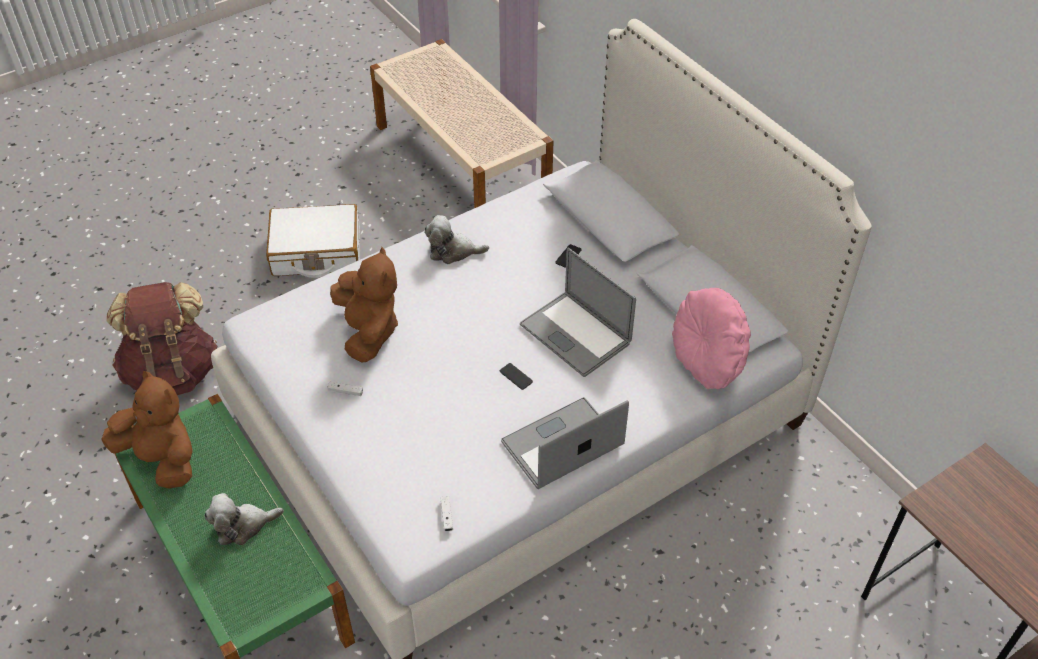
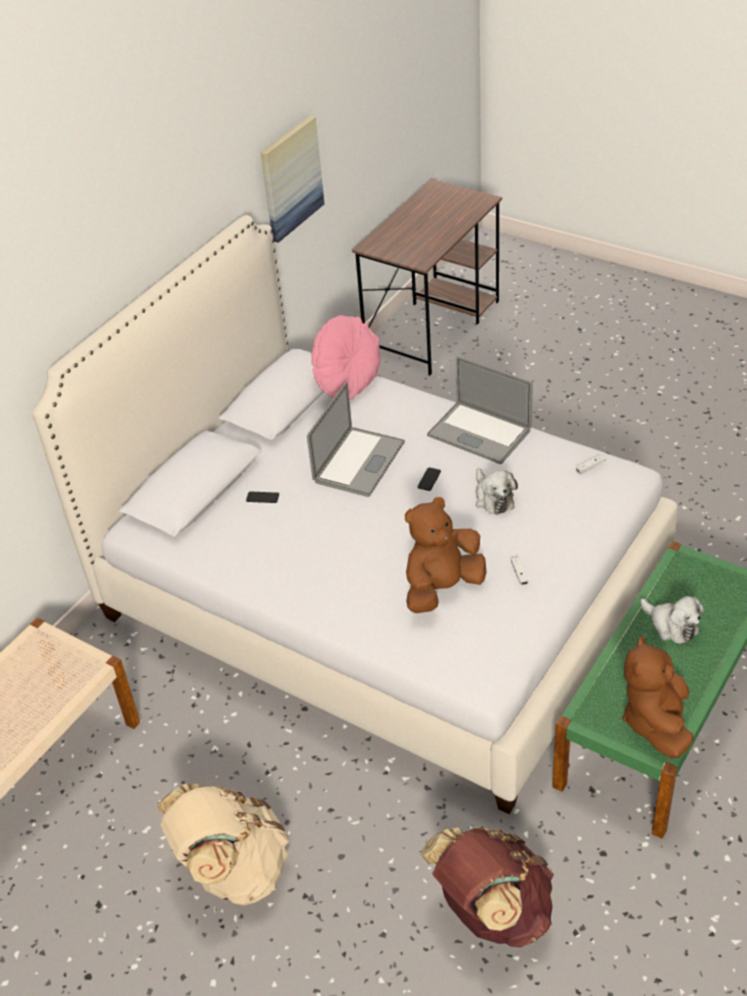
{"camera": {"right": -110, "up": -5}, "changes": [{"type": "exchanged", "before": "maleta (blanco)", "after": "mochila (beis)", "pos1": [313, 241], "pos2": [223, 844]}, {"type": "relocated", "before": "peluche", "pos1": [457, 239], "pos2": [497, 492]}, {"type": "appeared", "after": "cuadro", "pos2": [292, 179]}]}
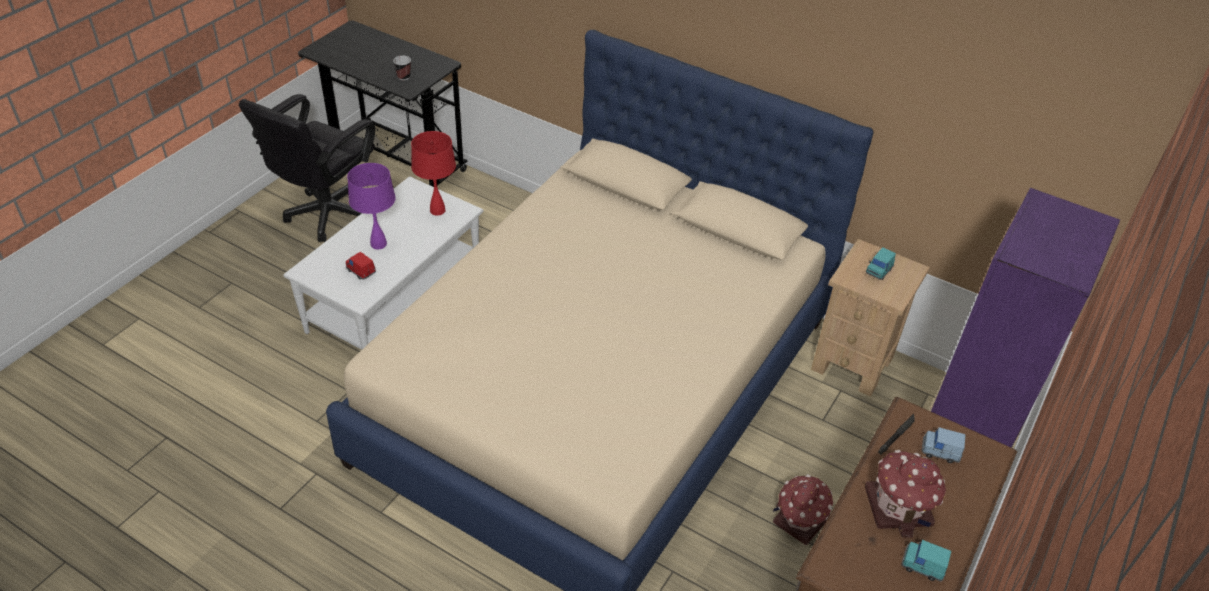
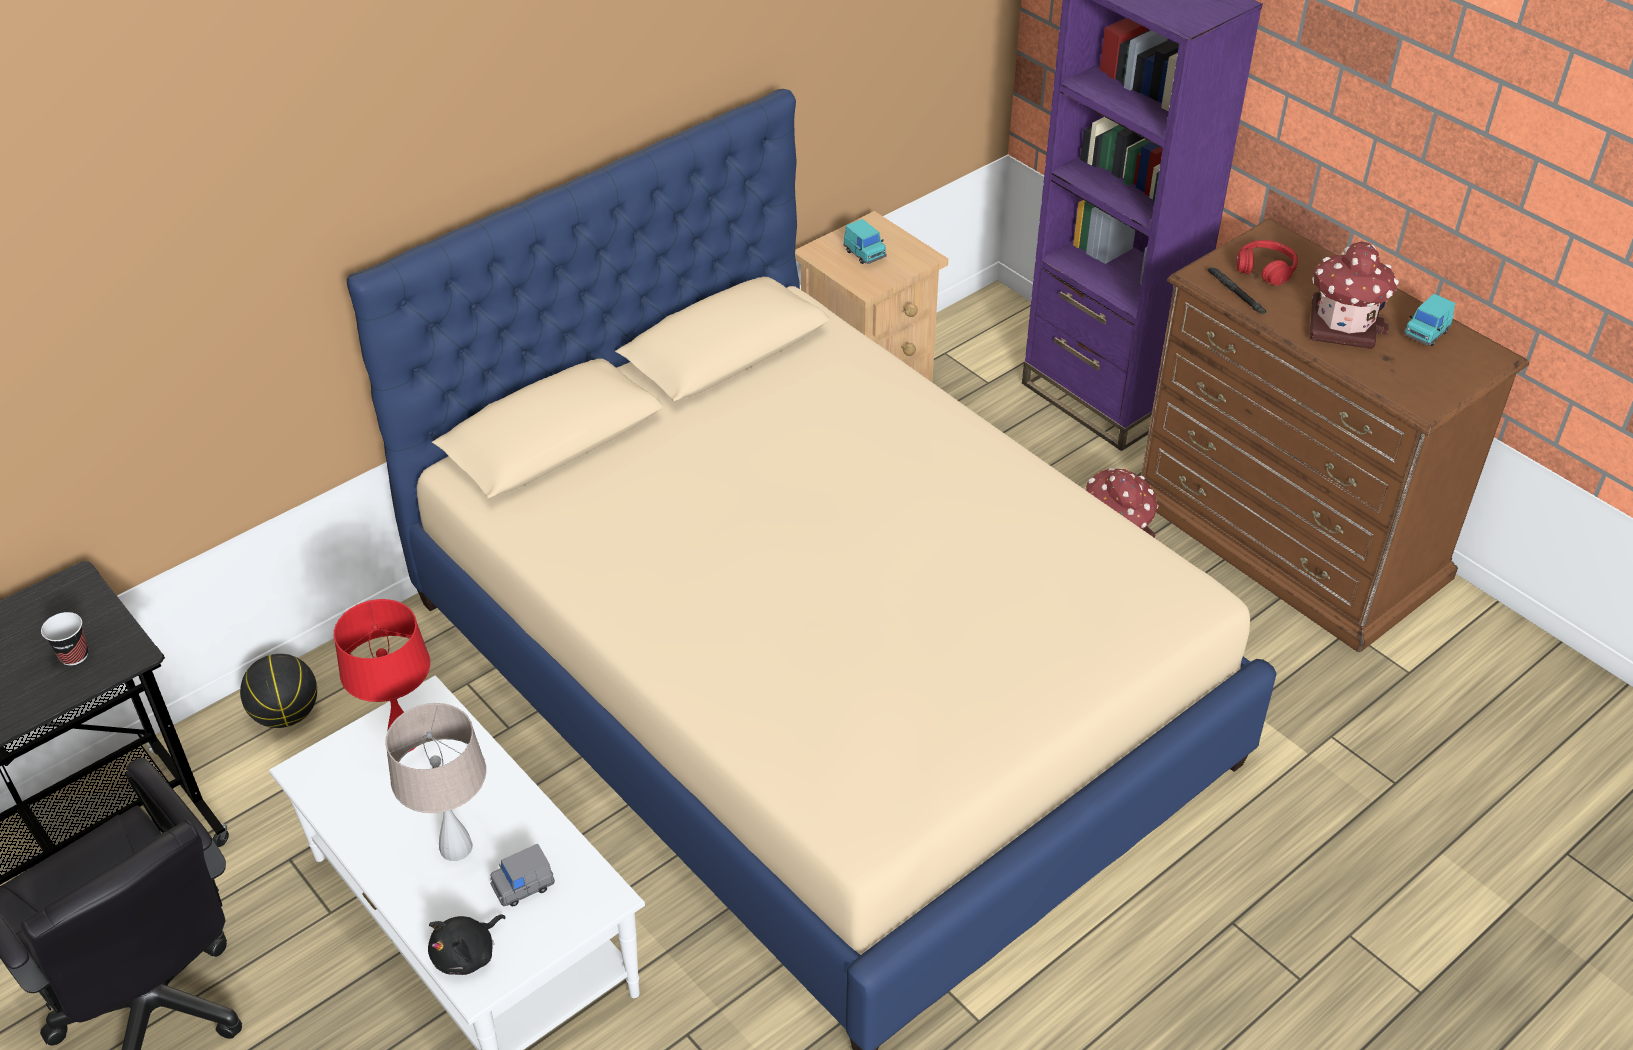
{"camera": {"right": -70, "up": 0}, "changes": [{"type": "colour", "before": "coche de juguete (rojo)", "after": "coche de juguete (gris)", "pos1": [361, 266], "pos2": [522, 875]}, {"type": "colour", "before": "lámpara de mesa (morado)", "after": "lámpara de mesa (beis)", "pos1": [371, 206], "pos2": [435, 782]}, {"type": "exchanged", "before": "coche de juguete (azul)", "after": "auriculares (rojo)", "pos1": [944, 445], "pos2": [1267, 263]}, {"type": "appeared", "after": "balón de baloncesto", "pos2": [278, 691]}, {"type": "appeared", "after": "peluche (negro)", "pos2": [467, 945]}]}
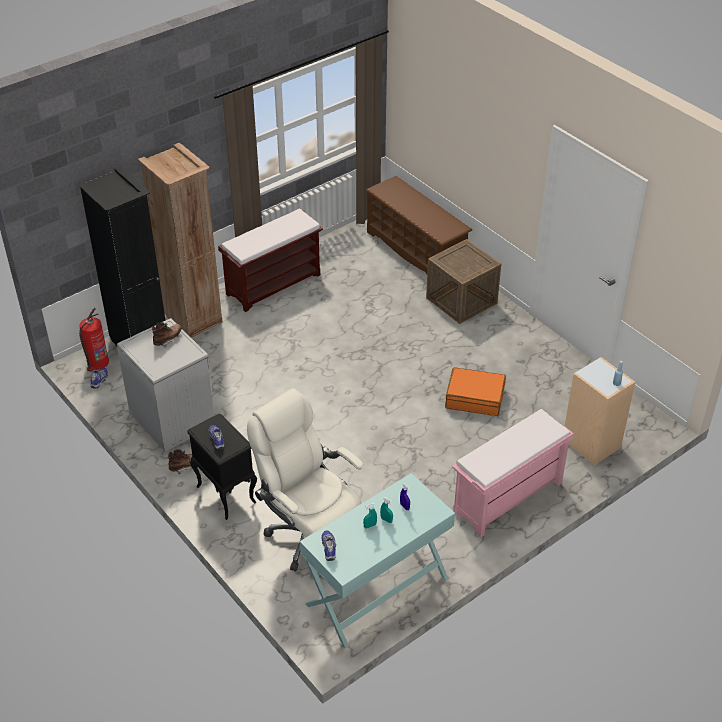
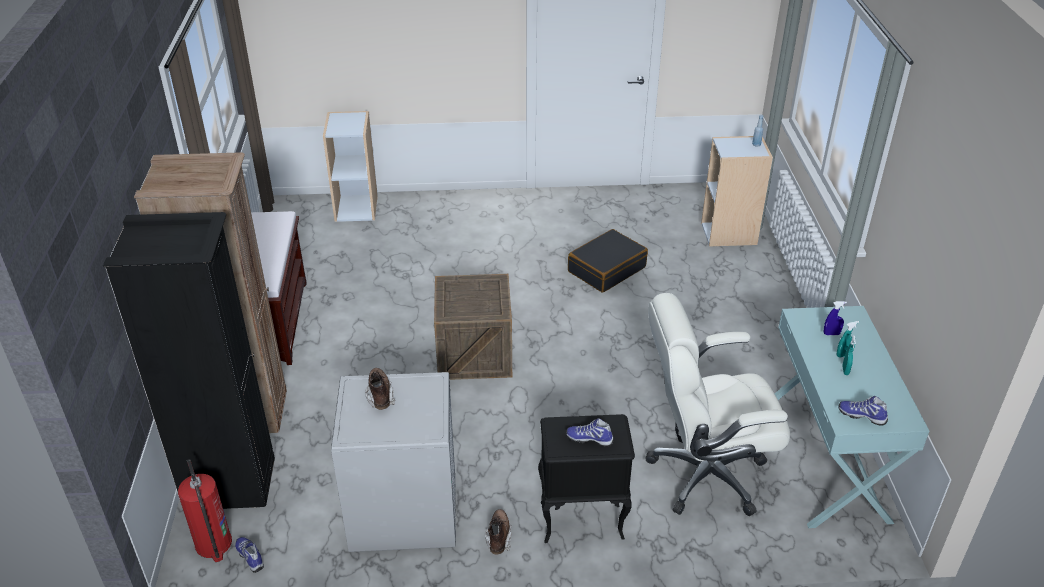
{"camera": {"right": -55, "up": -5}, "changes": [{"type": "exchanged", "before": "zapatero (marrón)", "after": "estantería", "pos1": [419, 225], "pos2": [350, 166]}, {"type": "relocated", "before": "caja de embalaje", "pos1": [463, 281], "pos2": [473, 327]}, {"type": "colour", "before": "maleta (naranja)", "after": "maleta (negro)", "pos1": [475, 391], "pos2": [608, 261]}, {"type": "missing", "before": "banco (rosa)", "pos1": [513, 473]}]}
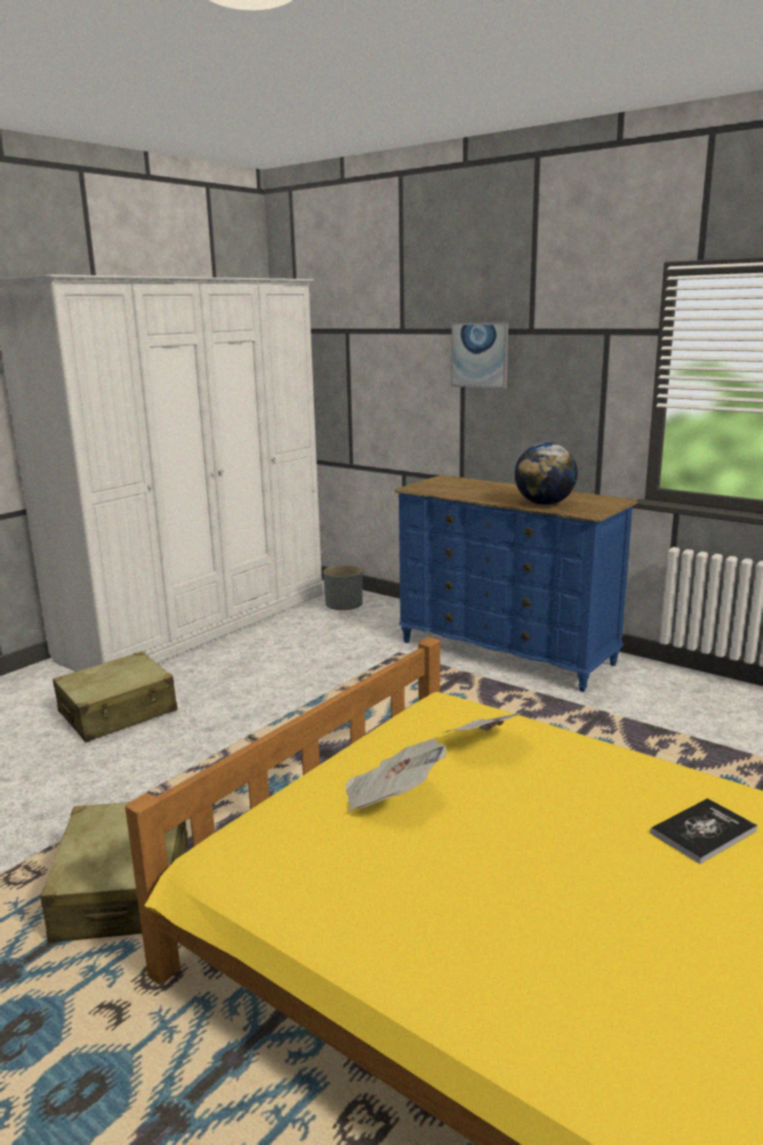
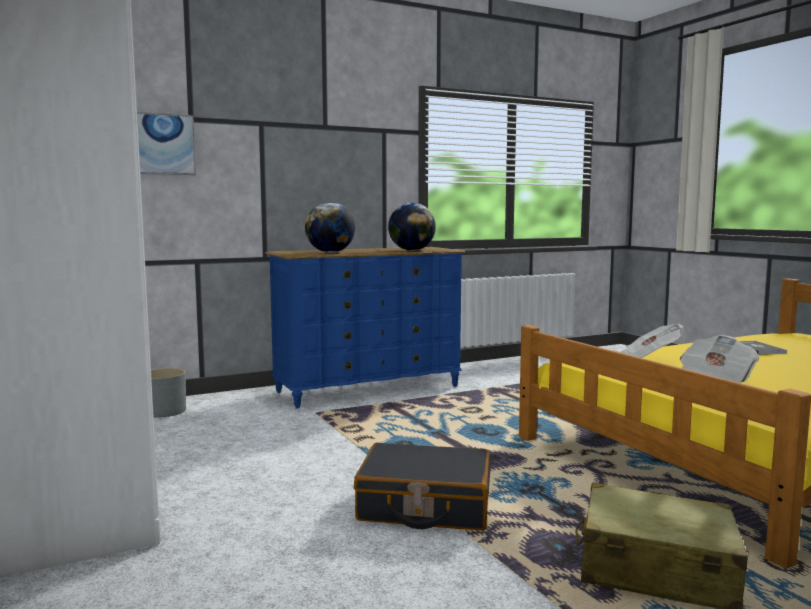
{"camera": {"right": -65, "up": -10}, "changes": [{"type": "missing", "before": "maleta (beis)", "pos1": [115, 696]}, {"type": "relocated", "before": "cuadro", "pos1": [479, 356], "pos2": [166, 143]}, {"type": "appeared", "after": "globo terráqueo", "pos2": [330, 227]}, {"type": "appeared", "after": "maleta (negro)", "pos2": [422, 486]}]}
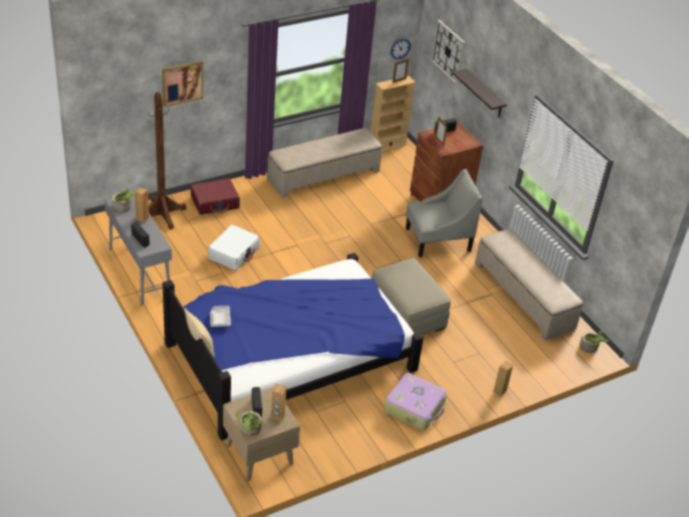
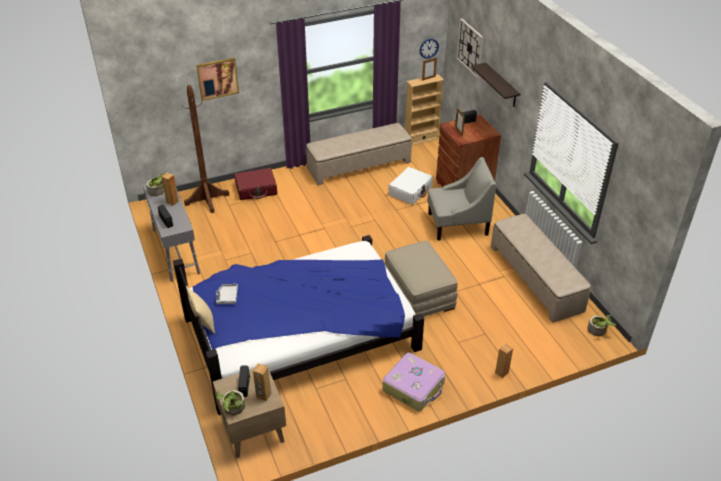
{"camera": {"right": 10, "up": 0}, "changes": [{"type": "relocated", "before": "maleta (blanco)", "pos1": [234, 248], "pos2": [410, 186]}]}
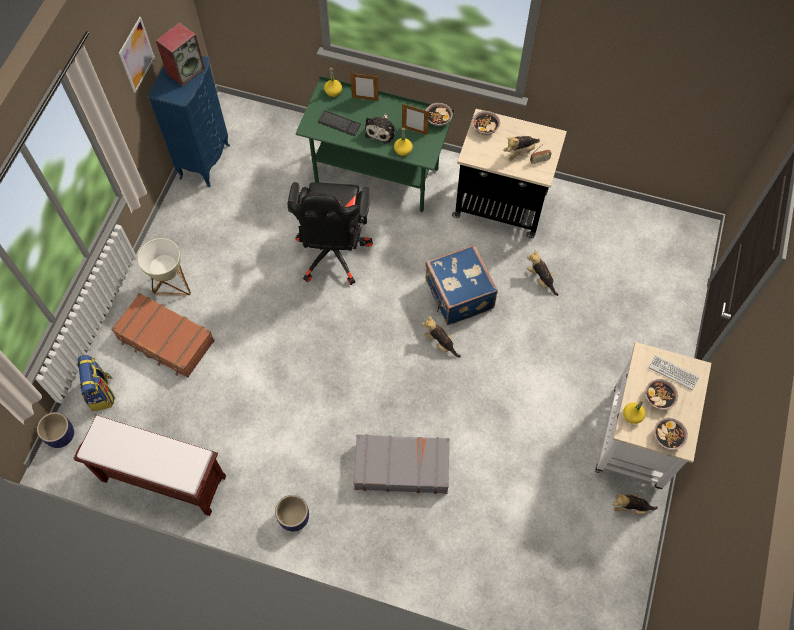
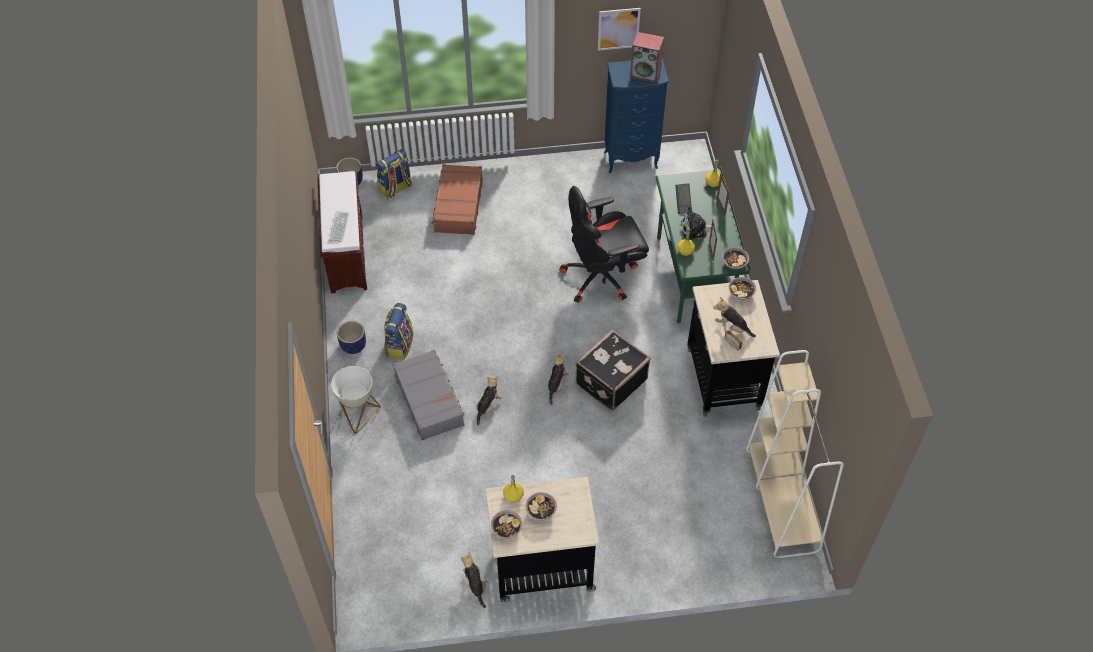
{"camera": {"right": 65, "up": -10}, "changes": [{"type": "relocated", "before": "maceta", "pos1": [164, 266], "pos2": [356, 400]}, {"type": "colour", "before": "maleta (azul)", "after": "maleta (negro)", "pos1": [461, 285], "pos2": [613, 370]}, {"type": "relocated", "before": "peluche", "pos1": [543, 273], "pos2": [489, 401]}, {"type": "colour", "before": "carrito (blanco)", "after": "carrito (negro)", "pos1": [652, 416], "pos2": [542, 539]}, {"type": "relocated", "before": "teclado", "pos1": [674, 372], "pos2": [339, 226]}, {"type": "appeared", "after": "mochila", "pos2": [399, 331]}, {"type": "appeared", "after": "perchero (beis)", "pos2": [795, 454]}]}
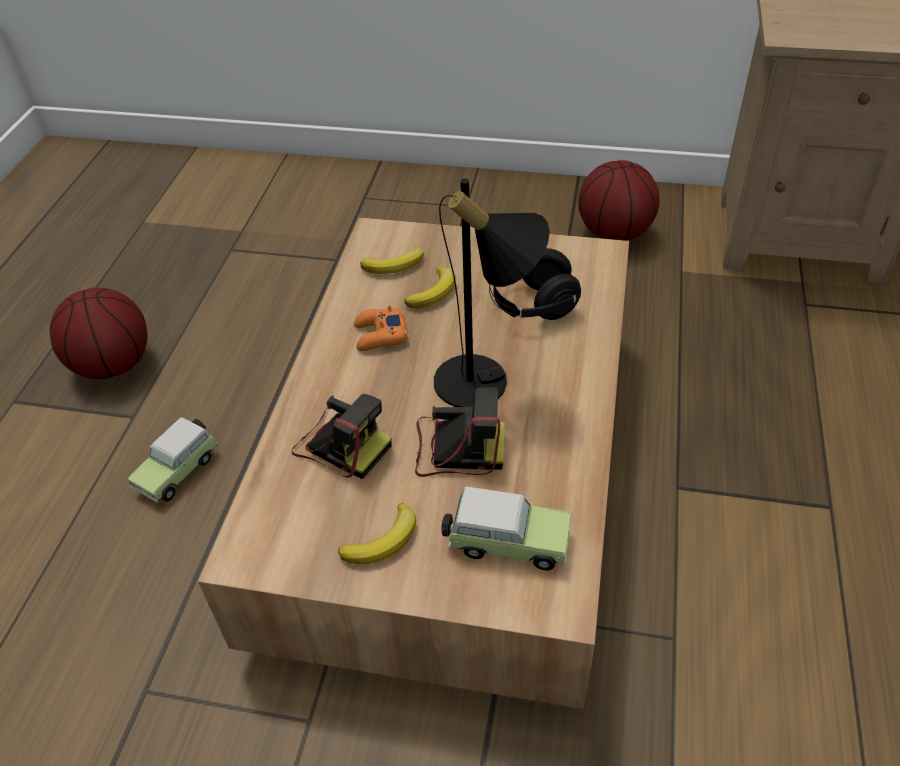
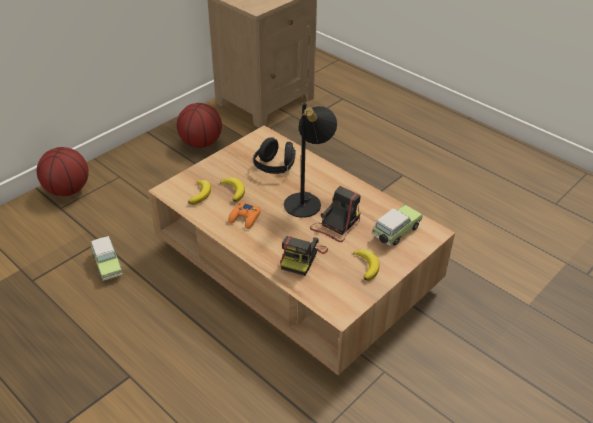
{"camera": {"right": -60, "up": -5}, "changes": [{"type": "relocated", "before": "balón de baloncesto", "pos1": [99, 333], "pos2": [63, 171]}, {"type": "relocated", "before": "coche de juguete", "pos1": [172, 460], "pos2": [107, 258]}, {"type": "spun", "before": "cámara", "pos1": [342, 436], "pos2": [304, 256], "turn": 135}]}
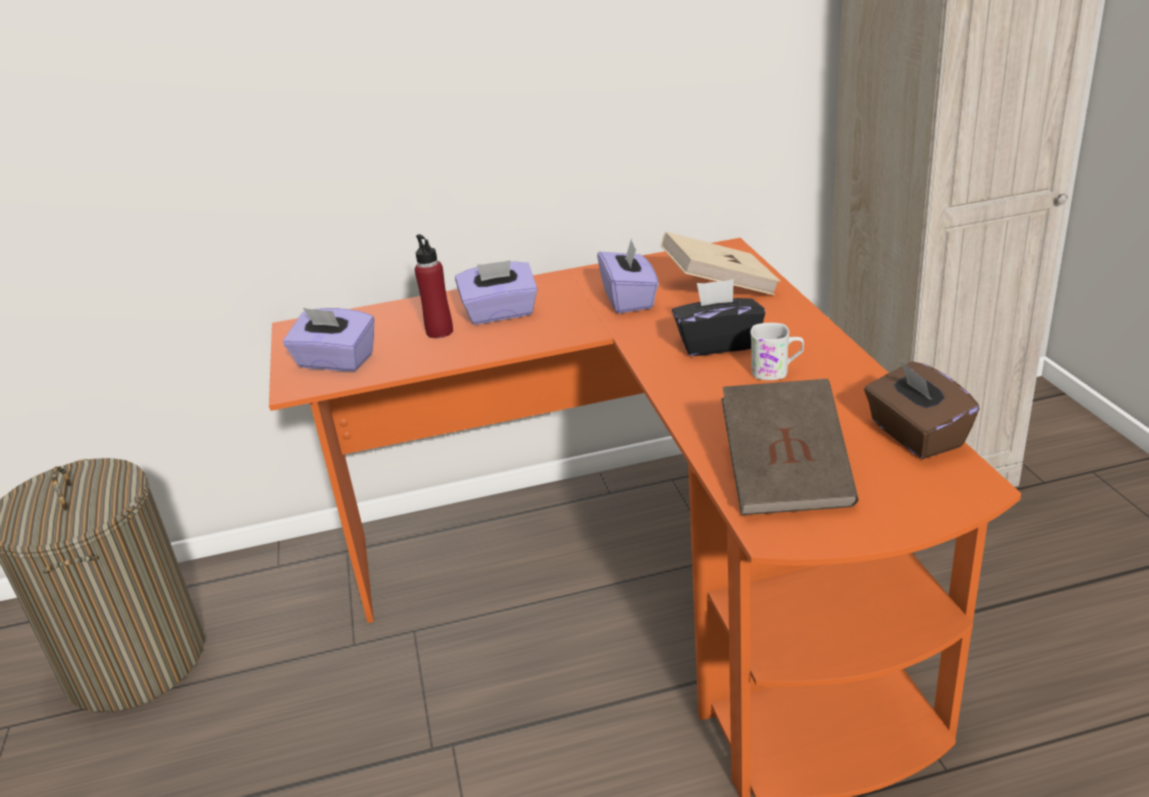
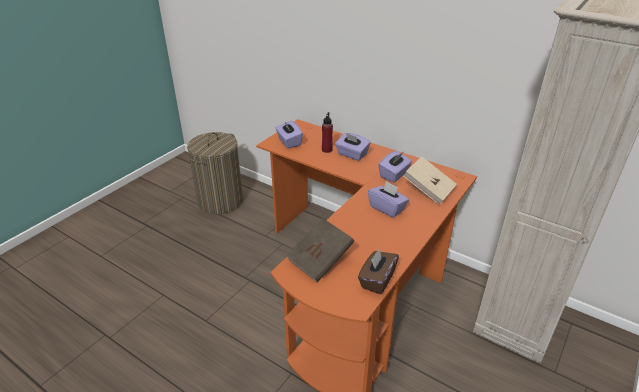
{"camera": {"right": 45, "up": 5}, "changes": [{"type": "colour", "before": "caja de pañuelos (negro)", "after": "caja de pañuelos (morado)", "pos1": [718, 317], "pos2": [388, 199]}, {"type": "missing", "before": "taza grande (blanco)", "pos1": [777, 351]}]}
